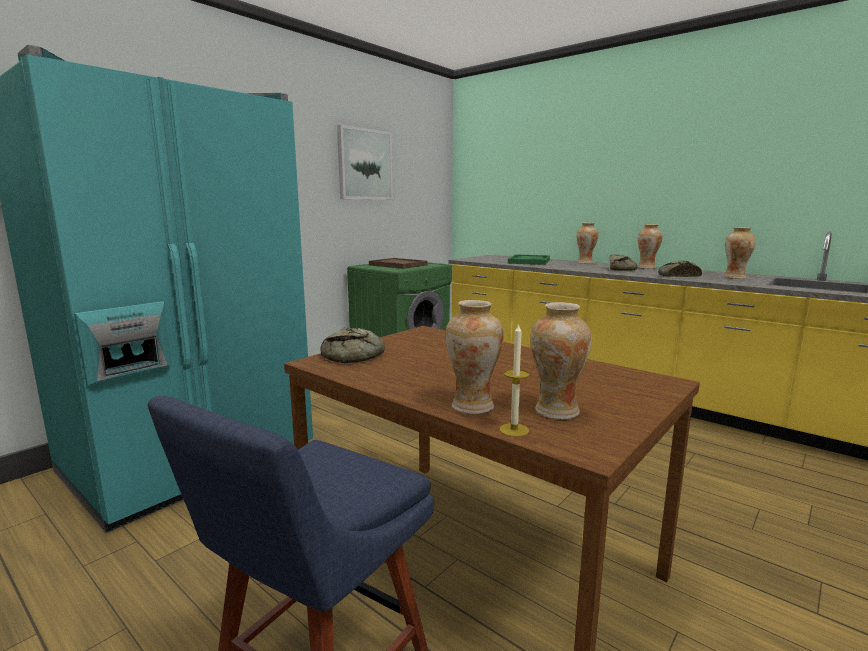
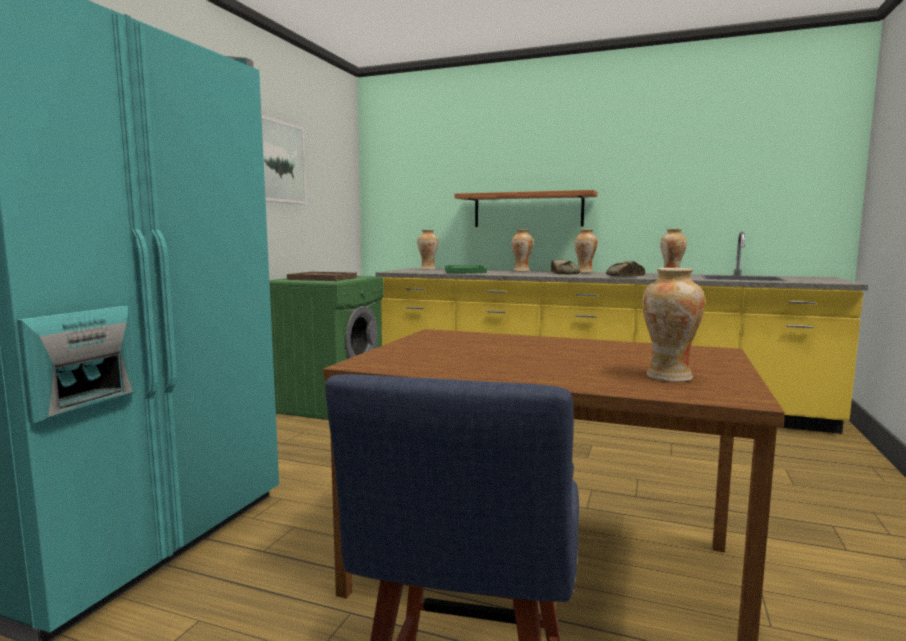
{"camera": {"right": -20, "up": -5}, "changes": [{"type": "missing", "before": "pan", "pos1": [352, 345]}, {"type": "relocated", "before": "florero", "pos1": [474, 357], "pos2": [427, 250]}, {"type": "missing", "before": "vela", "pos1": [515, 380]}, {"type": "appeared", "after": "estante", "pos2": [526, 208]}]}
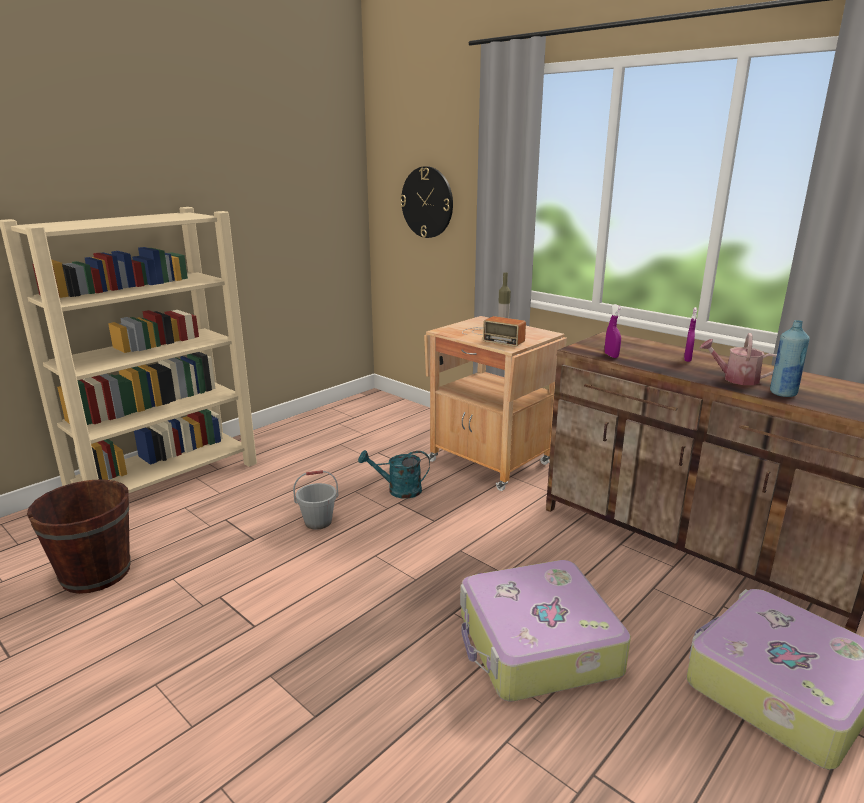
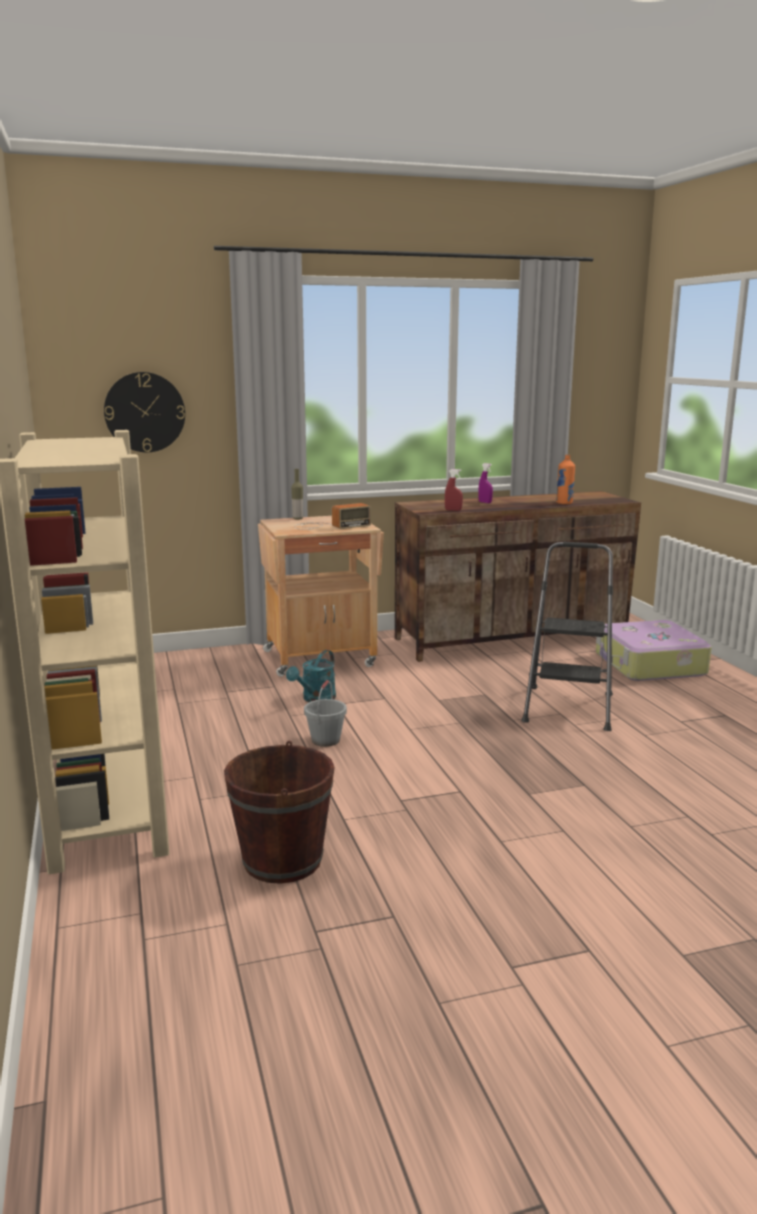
{"camera": {"right": -60, "up": -5}, "changes": [{"type": "exchanged", "before": "maleta", "after": "escalera de tijera (negro)", "pos1": [545, 631], "pos2": [567, 636]}, {"type": "colour", "before": "pulverizador (morado)", "after": "pulverizador (rojo)", "pos1": [613, 331], "pos2": [454, 490]}, {"type": "missing", "before": "regadera", "pos1": [738, 359]}, {"type": "colour", "before": "botella (azul)", "after": "botella (naranja)", "pos1": [790, 358], "pos2": [565, 479]}]}
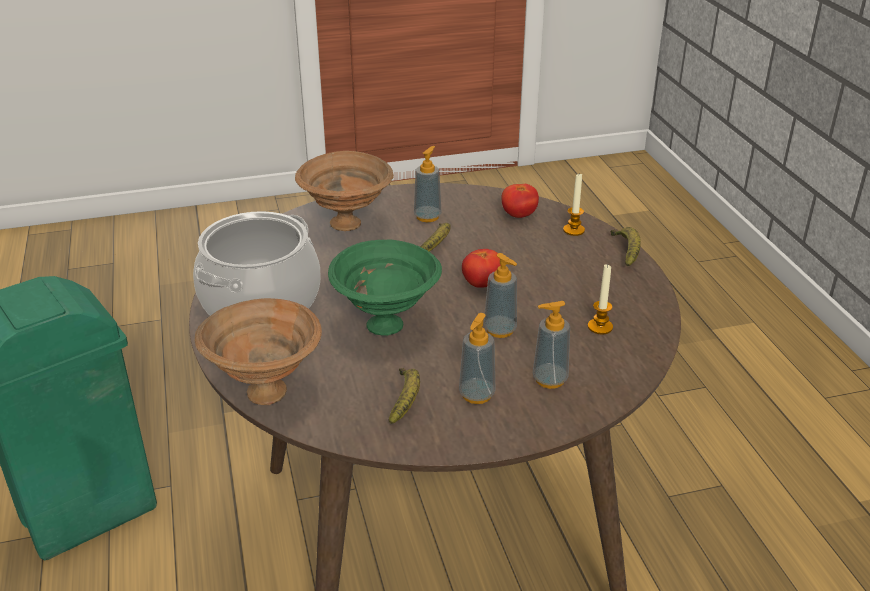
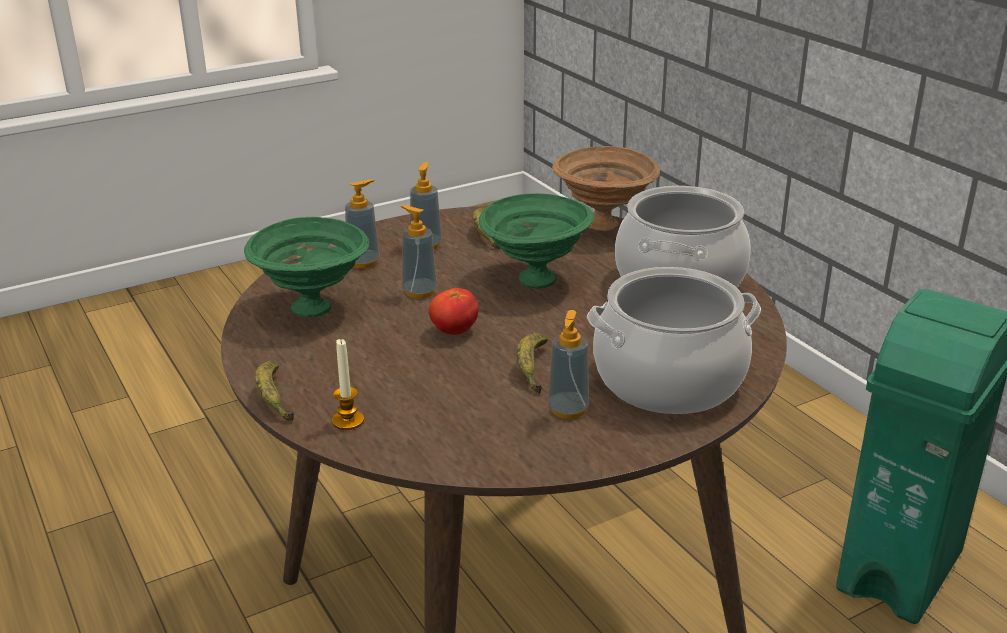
{"camera": {"right": 165, "up": -5}, "changes": [{"type": "exchanged", "before": "cuenco (marrón)", "after": "olla", "pos1": [344, 191], "pos2": [674, 340]}, {"type": "missing", "before": "tomate", "pos1": [520, 201]}, {"type": "exchanged", "before": "vela", "after": "cuenco (verde)", "pos1": [600, 299], "pos2": [306, 267]}]}
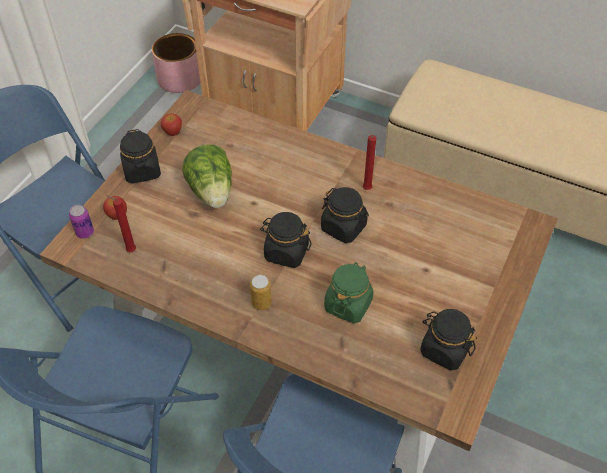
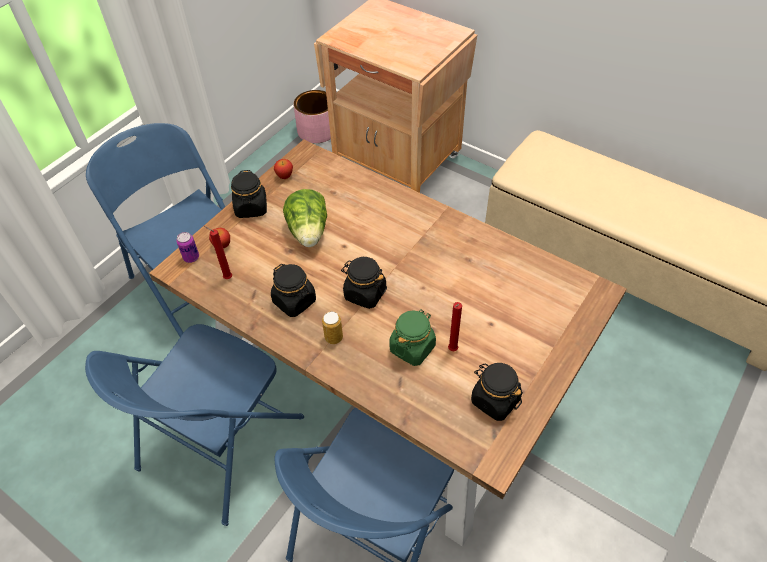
{"camera": {"right": 10, "up": 0}, "changes": [{"type": "relocated", "before": "tarro (negro)", "pos1": [345, 215], "pos2": [293, 290]}, {"type": "relocated", "before": "vela (rojo)", "pos1": [369, 162], "pos2": [455, 326]}]}
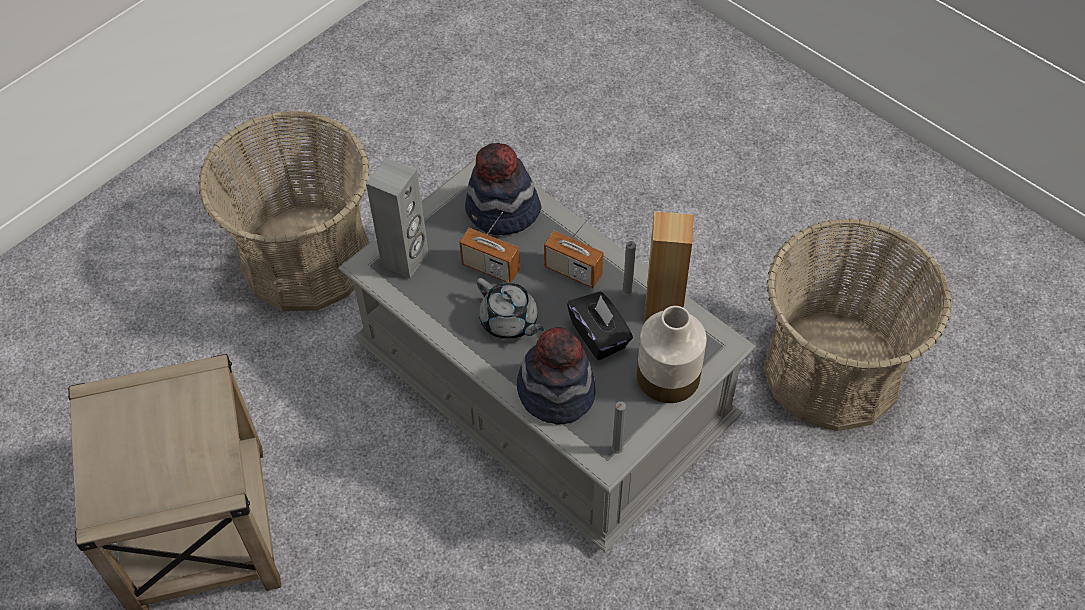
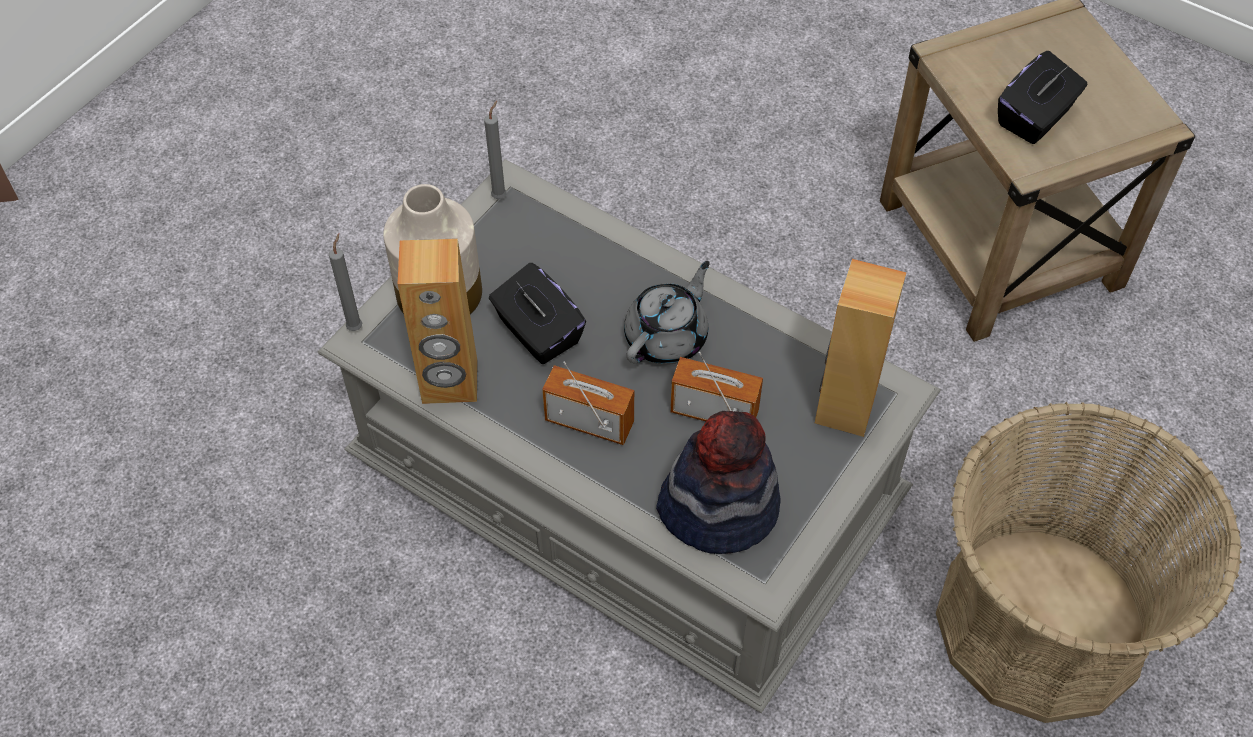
{"camera": {"right": 170, "up": 0}, "changes": [{"type": "colour", "before": "altavoz (gris)", "after": "altavoz (marrón)", "pos1": [397, 218], "pos2": [860, 348]}, {"type": "spun", "before": "tetera (gris)", "pos1": [510, 308], "pos2": [667, 313], "turn": 90}, {"type": "missing", "before": "sombrero", "pos1": [556, 376]}, {"type": "relocated", "before": "vela (gris)", "pos1": [629, 268], "pos2": [345, 282]}, {"type": "missing", "before": "cesta", "pos1": [857, 325]}, {"type": "appeared", "after": "caja de pañuelos (negro)", "pos2": [1042, 97]}]}
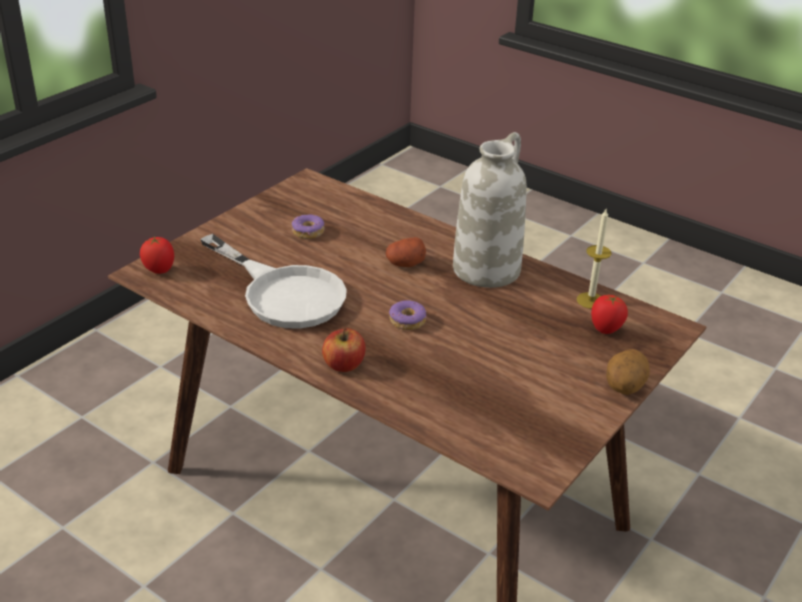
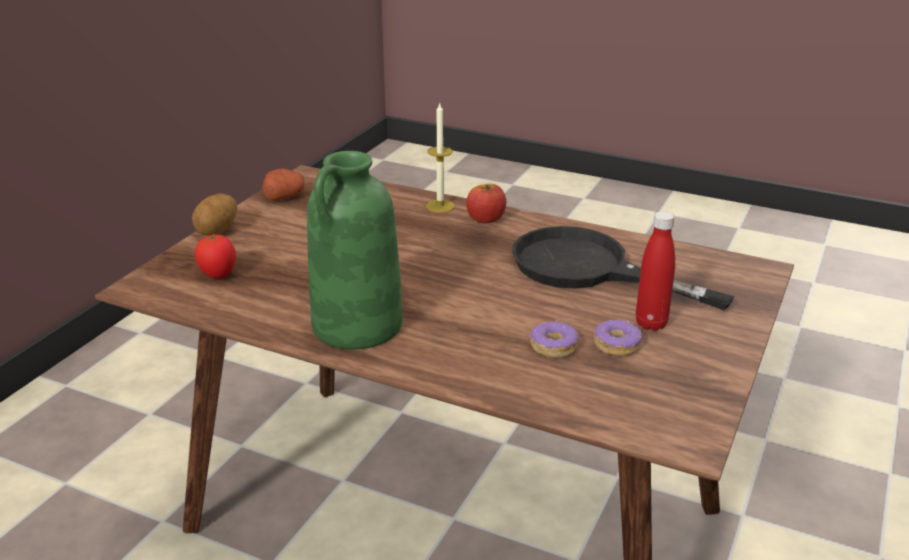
{"camera": {"right": 170, "up": -5}, "changes": [{"type": "missing", "before": "tomate", "pos1": [157, 255]}, {"type": "colour", "before": "sartén (blanco)", "after": "sartén (negro)", "pos1": [273, 281], "pos2": [623, 268]}, {"type": "relocated", "before": "patata", "pos1": [406, 252], "pos2": [283, 185]}, {"type": "relocated", "before": "rosquilla", "pos1": [408, 315], "pos2": [554, 339]}, {"type": "colour", "before": "florero (blanco)", "after": "florero (verde)", "pos1": [490, 210], "pos2": [355, 250]}, {"type": "relocated", "before": "vela", "pos1": [594, 259], "pos2": [440, 157]}, {"type": "appeared", "after": "botella (rojo)", "pos2": [655, 271]}]}
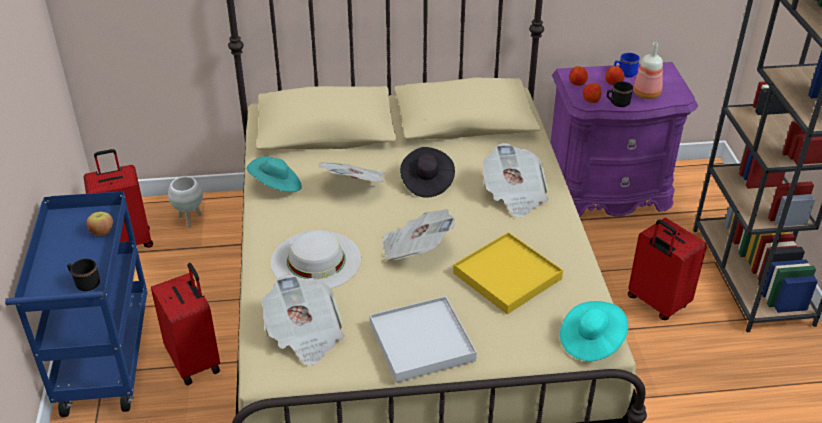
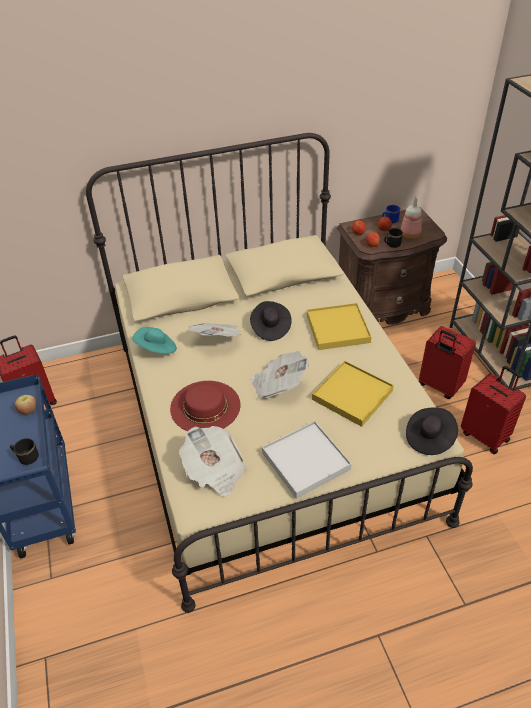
{"camera": {"right": -10, "up": 5}, "changes": [{"type": "relocated", "before": "maleta (rojo)", "pos1": [185, 324], "pos2": [493, 410]}, {"type": "missing", "before": "maceta (blanco)", "pos1": [185, 202]}, {"type": "colour", "before": "sombrero (blanco)", "after": "sombrero (rojo)", "pos1": [316, 259], "pos2": [205, 406]}, {"type": "exchanged", "before": "periódico", "after": "bandeja (amarillo)", "pos1": [516, 180], "pos2": [339, 326]}, {"type": "colour", "before": "mesita de noche (morado)", "after": "mesita de noche (marrón)", "pos1": [624, 139], "pos2": [392, 266]}, {"type": "colour", "before": "sombrero (turquesa)", "after": "sombrero (negro)", "pos1": [594, 331], "pos2": [432, 431]}]}
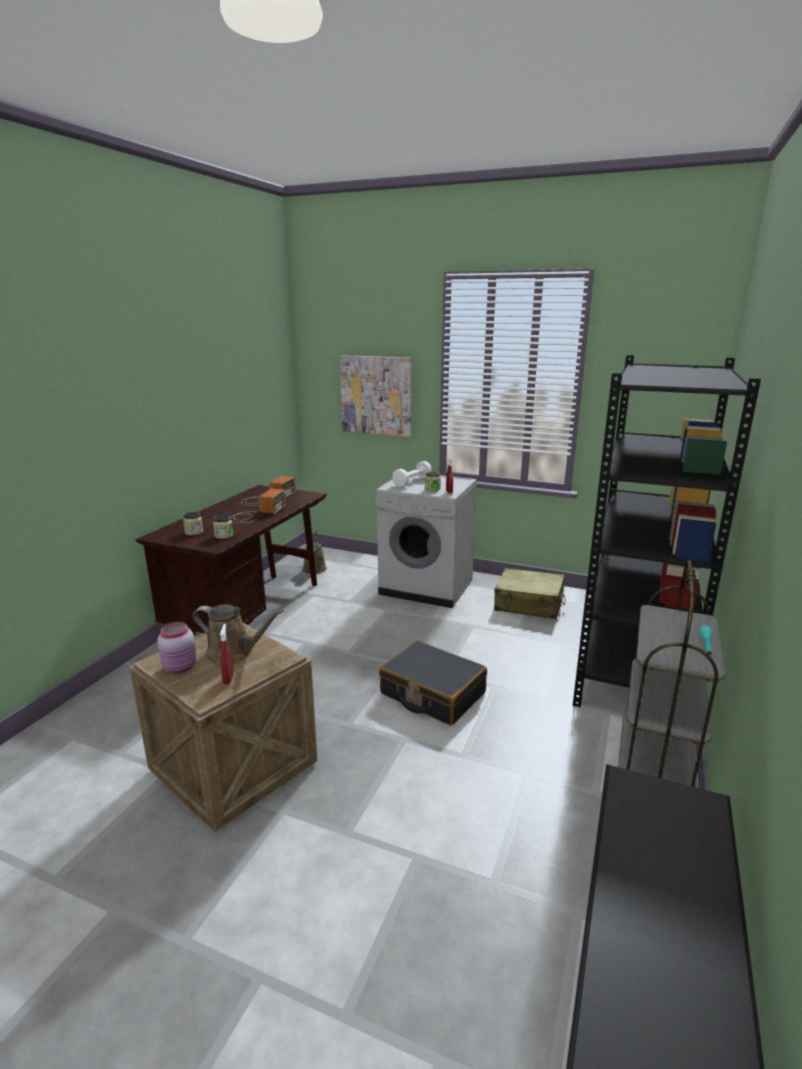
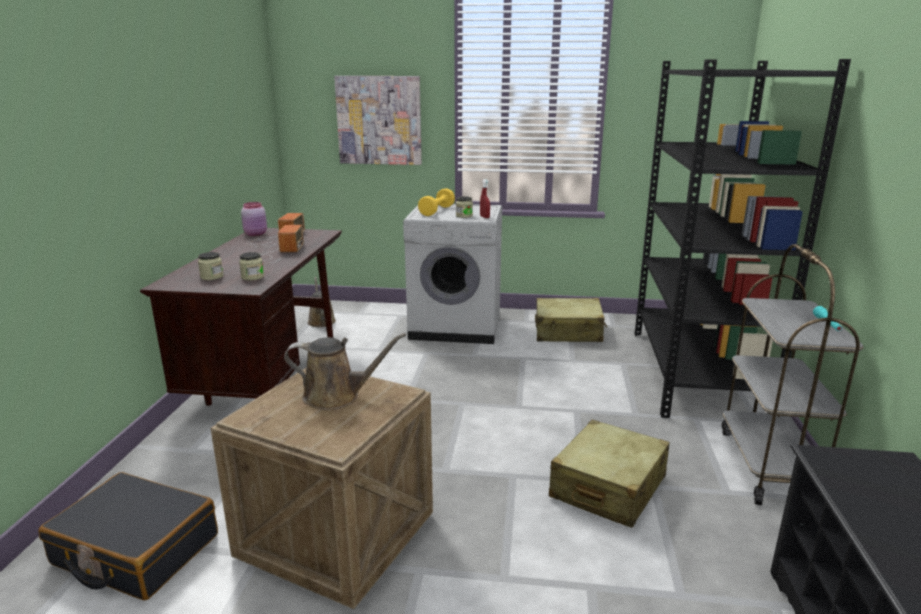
{"camera": {"right": -15, "up": 0}, "changes": [{"type": "relocated", "before": "tarro (rosa)", "pos1": [177, 648], "pos2": [254, 219]}, {"type": "missing", "before": "pulverizador (rojo)", "pos1": [227, 654]}, {"type": "relocated", "before": "maleta (negro)", "pos1": [433, 683], "pos2": [128, 536]}, {"type": "colour", "before": "mancuerna (blanco)", "after": "mancuerna (amarillo)", "pos1": [412, 474], "pos2": [436, 202]}, {"type": "appeared", "after": "maleta (beis)", "pos2": [609, 474]}]}
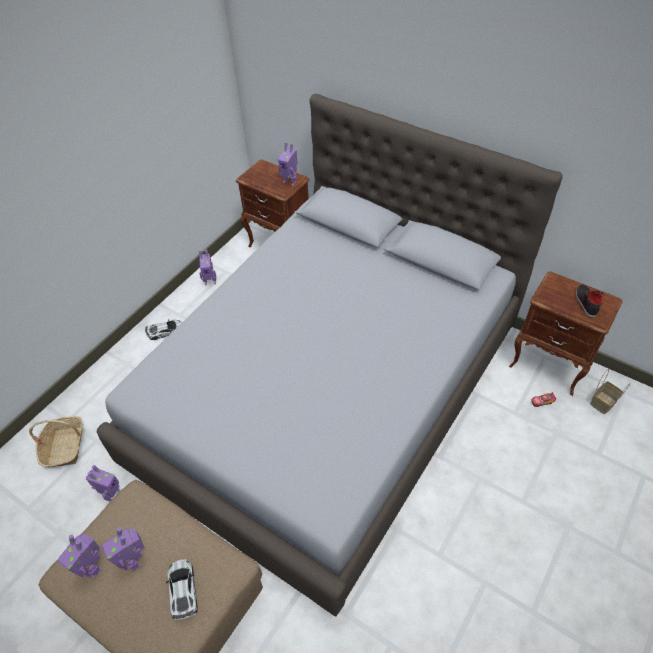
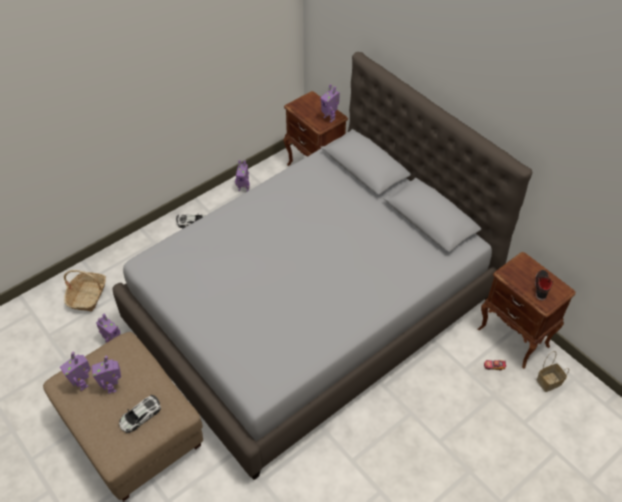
{"camera": {"right": 15, "up": 0}, "changes": [{"type": "spun", "before": "coche de juguete", "pos1": [182, 589], "pos2": [140, 414], "turn": -135}]}
